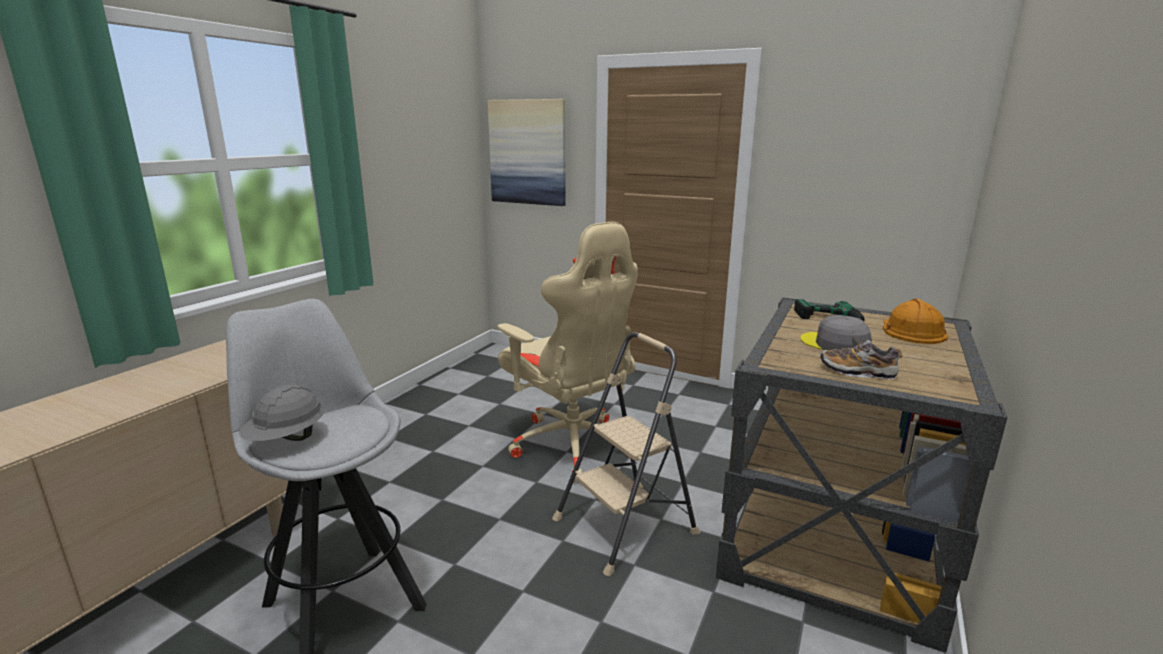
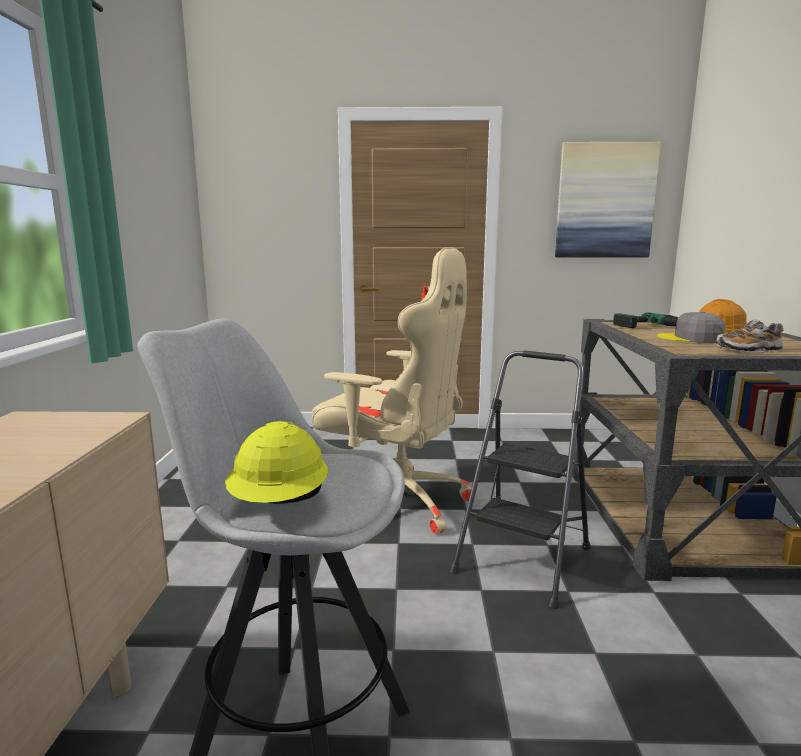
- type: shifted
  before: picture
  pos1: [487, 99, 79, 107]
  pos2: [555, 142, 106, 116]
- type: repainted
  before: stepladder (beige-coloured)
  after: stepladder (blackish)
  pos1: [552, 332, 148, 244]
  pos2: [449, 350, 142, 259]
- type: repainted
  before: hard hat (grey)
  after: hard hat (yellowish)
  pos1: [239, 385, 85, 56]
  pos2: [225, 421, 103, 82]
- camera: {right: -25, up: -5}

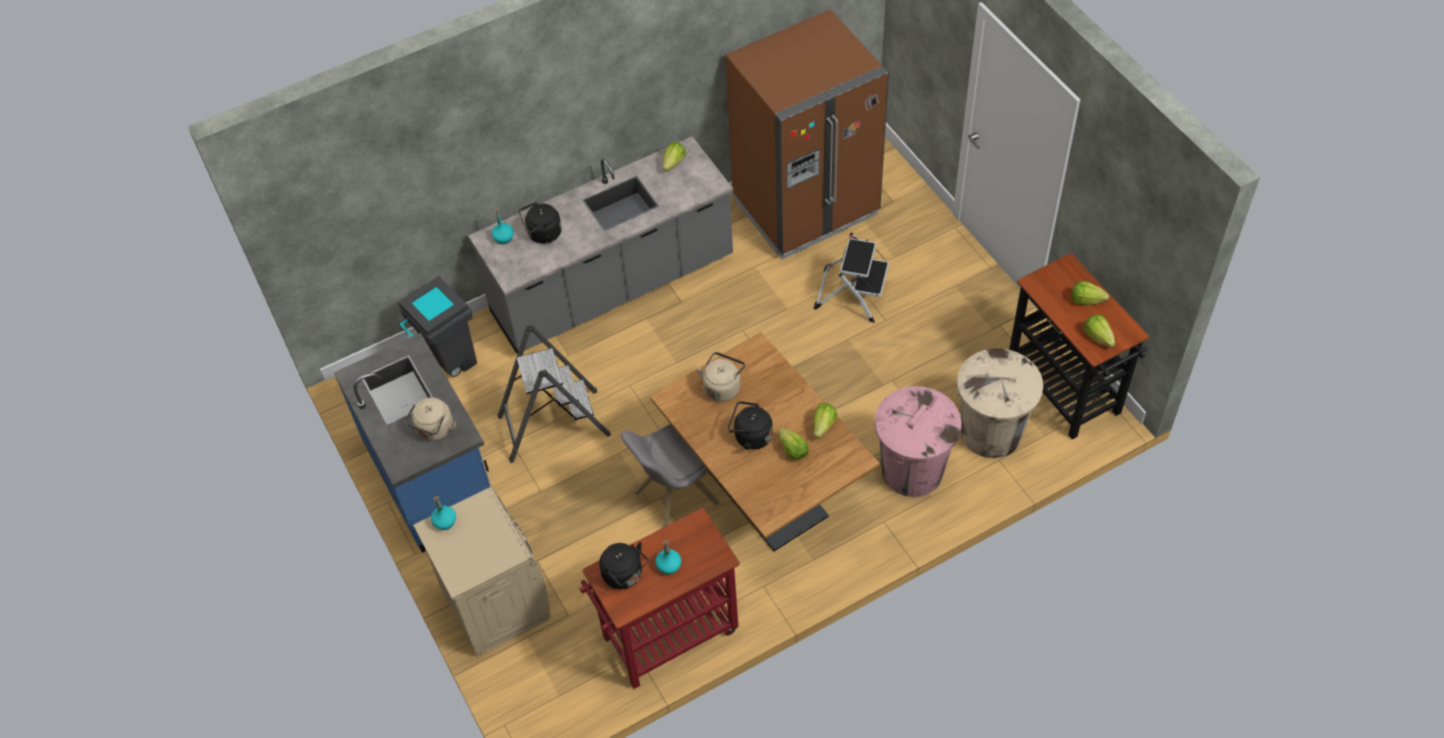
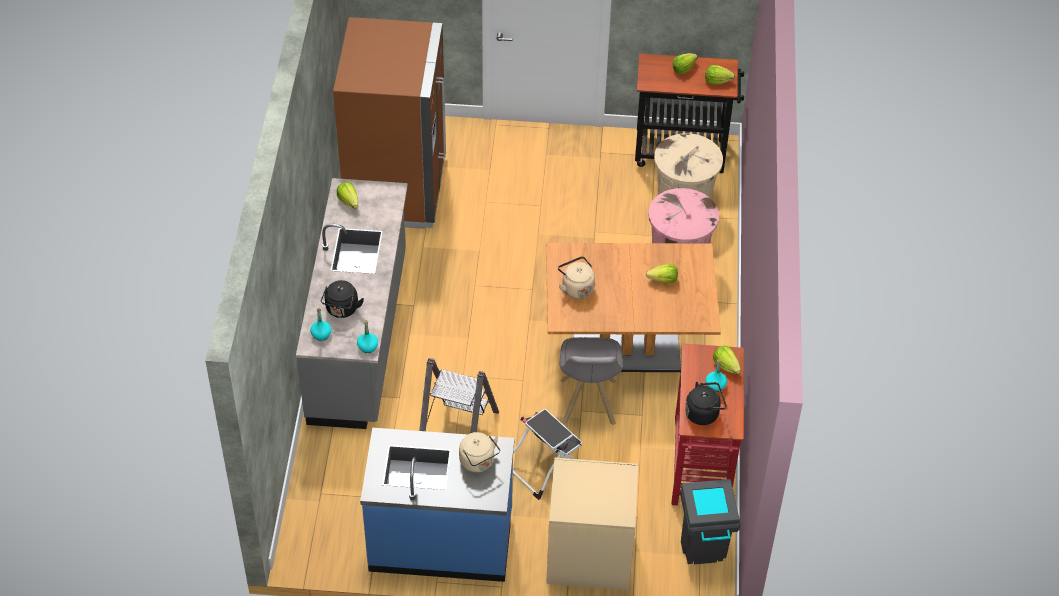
- type: shifted
  before: stepladder
  pos1: [814, 233, 75, 90]
  pos2: [513, 409, 69, 91]
- type: shifted
  before: rubbish bin (grey)
  pos1: [399, 276, 78, 101]
  pos2: [680, 479, 61, 85]
- type: gone
  before: water kettle (blackish)
  pos1: [728, 401, 45, 49]
- type: shifted
  before: lettuce head
  pos1: [813, 403, 25, 36]
  pos2: [713, 346, 28, 28]
- type: shifted
  before: bottle (turquoise)
  pos1: [431, 496, 25, 34]
  pos2: [357, 320, 21, 33]
- camera: {right: -60, up: -5}

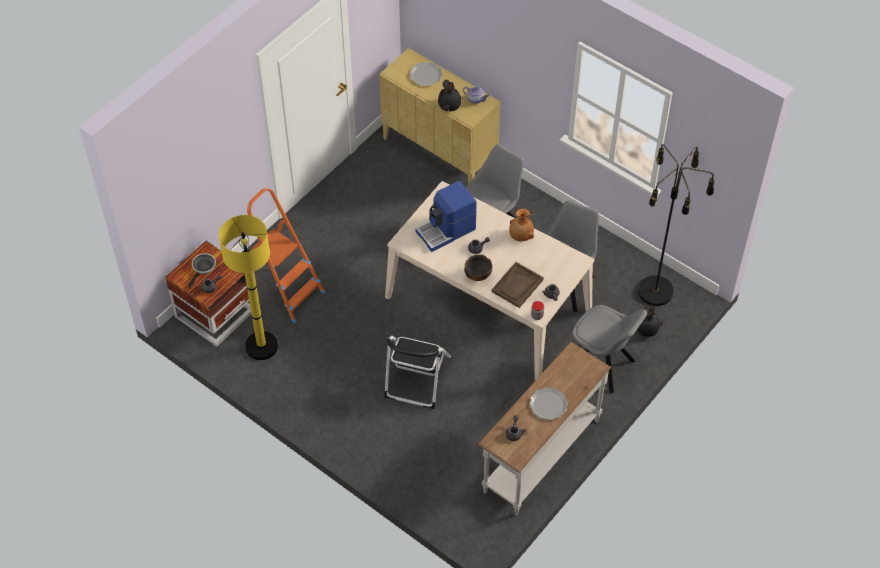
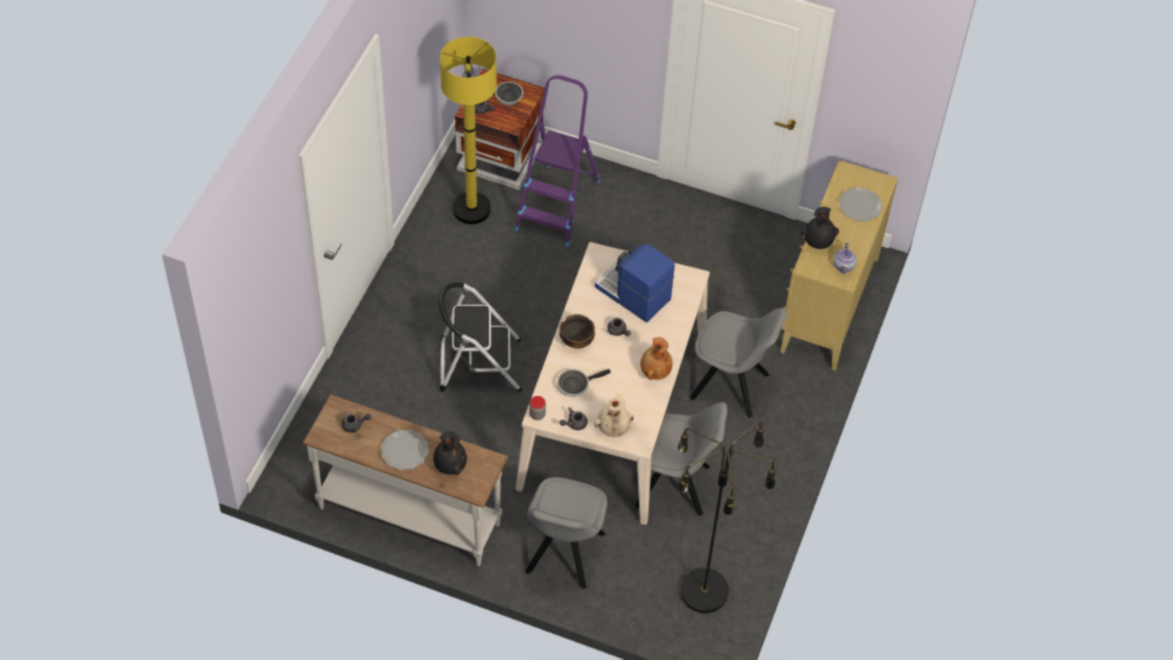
- type: repainted
  before: stepladder (orange)
  after: stepladder (purple)
  pos1: [247, 188, 79, 135]
  pos2: [515, 75, 86, 172]
- type: swapped
  before: tray (brown)
  after: pan
  pos1: [491, 262, 53, 46]
  pos2: [557, 369, 54, 28]
- type: shifted
  before: decorative vase (blackish)
  pos1: [637, 305, 26, 32]
  pos2: [433, 431, 34, 44]
- type: new
  after: decorative vase (beige-coloured)
  pos2: [594, 395, 40, 42]
- camera: {right: 70, up: 0}

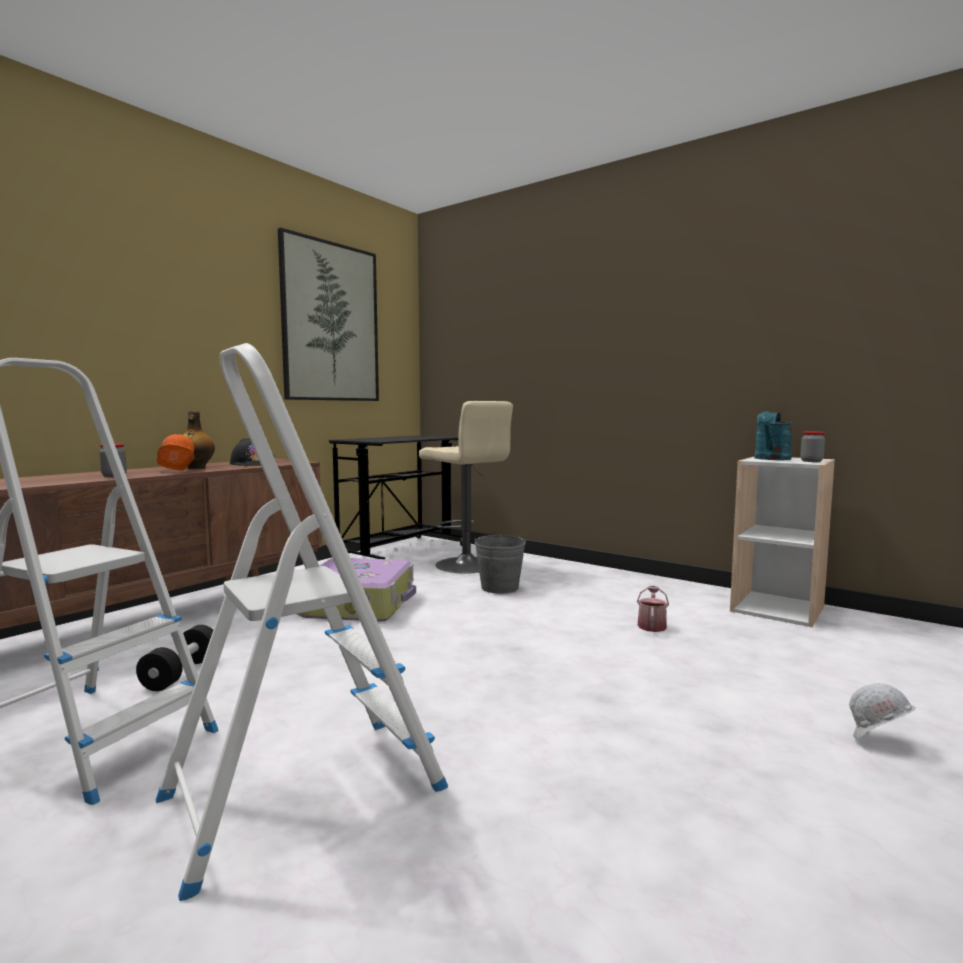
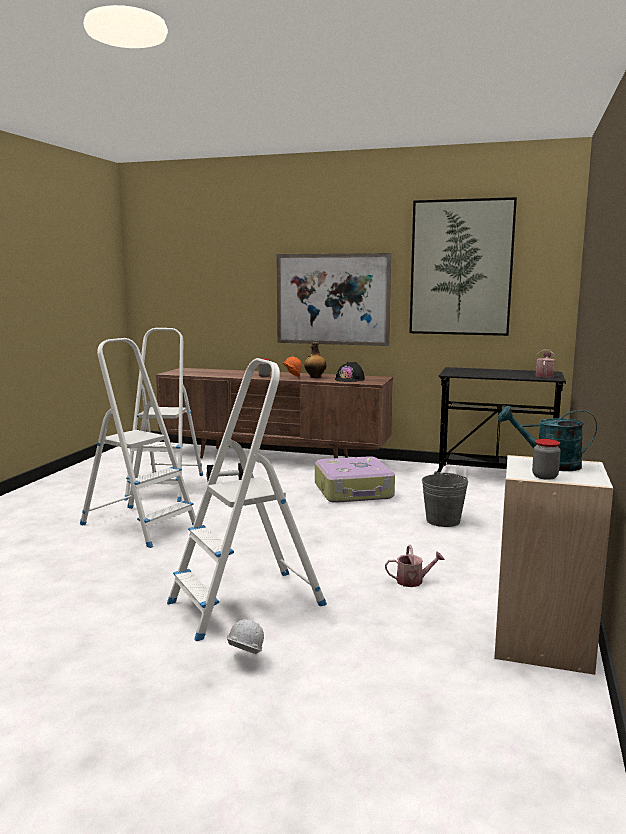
- type: gone
  before: sitting stool (beige-coloured)
  pos1: [419, 401, 94, 173]
- type: new
  after: picture
  pos2: [276, 253, 115, 93]
- type: new
  after: watering pot
  pos2: [535, 350, 21, 27]
- type: new
  after: stepladder (white)
  pos2: [167, 358, 160, 283]
- camera: {right: 70, up: 5}

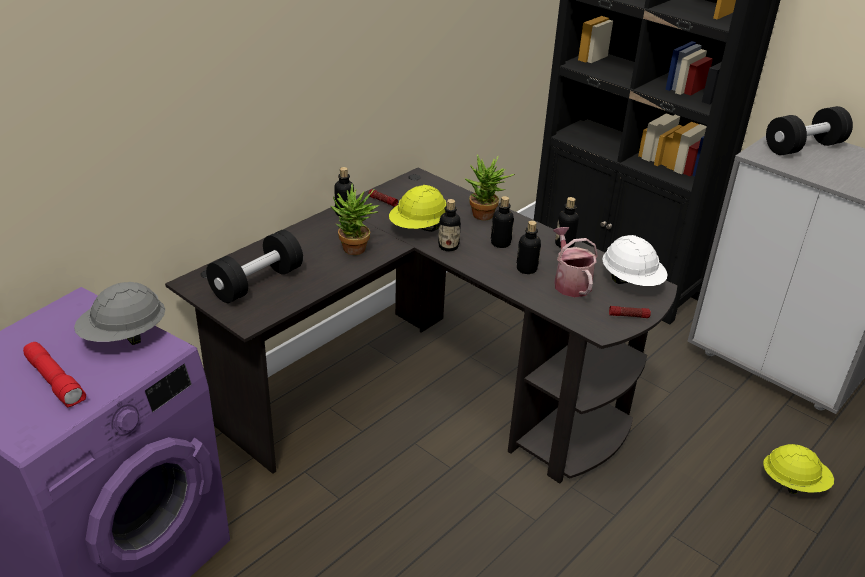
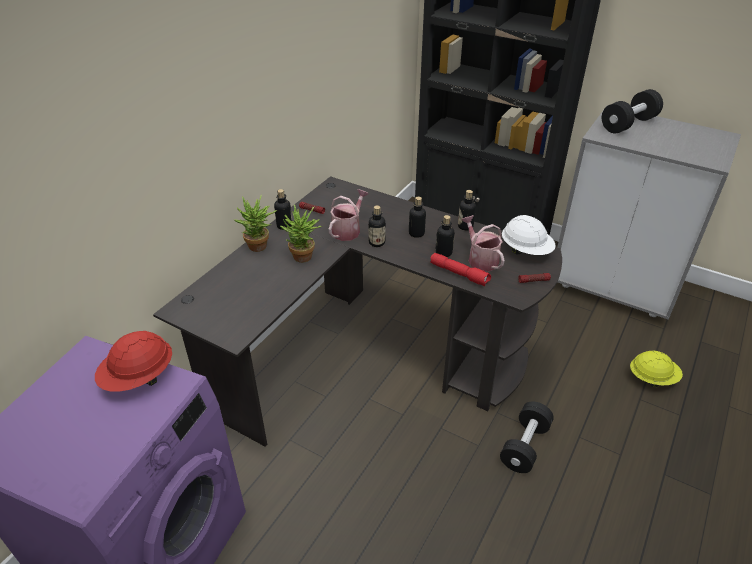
- type: shifted
  before: potted plant
  pos1: [464, 154, 51, 66]
  pos2: [234, 195, 44, 57]
- type: swapped
  before: hard hat (yellowish)
  after: watering pot
  pos1: [389, 185, 58, 47]
  pos2: [328, 189, 41, 52]
- type: shifted
  before: hand weight (blackish)
  pos1: [206, 230, 97, 73]
  pos2: [500, 401, 54, 72]
- type: repainted
  before: hard hat (grey)
  after: hard hat (reddish)
  pos1: [74, 282, 91, 63]
  pos2: [95, 331, 77, 61]
- type: shifted
  before: hand torch (reddish)
  pos1: [23, 342, 63, 66]
  pos2: [430, 253, 61, 33]
- camera: {right: -10, up: 5}

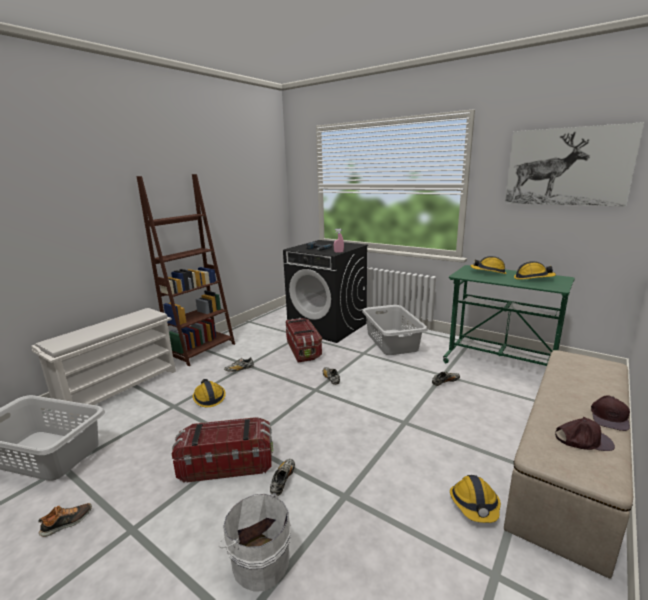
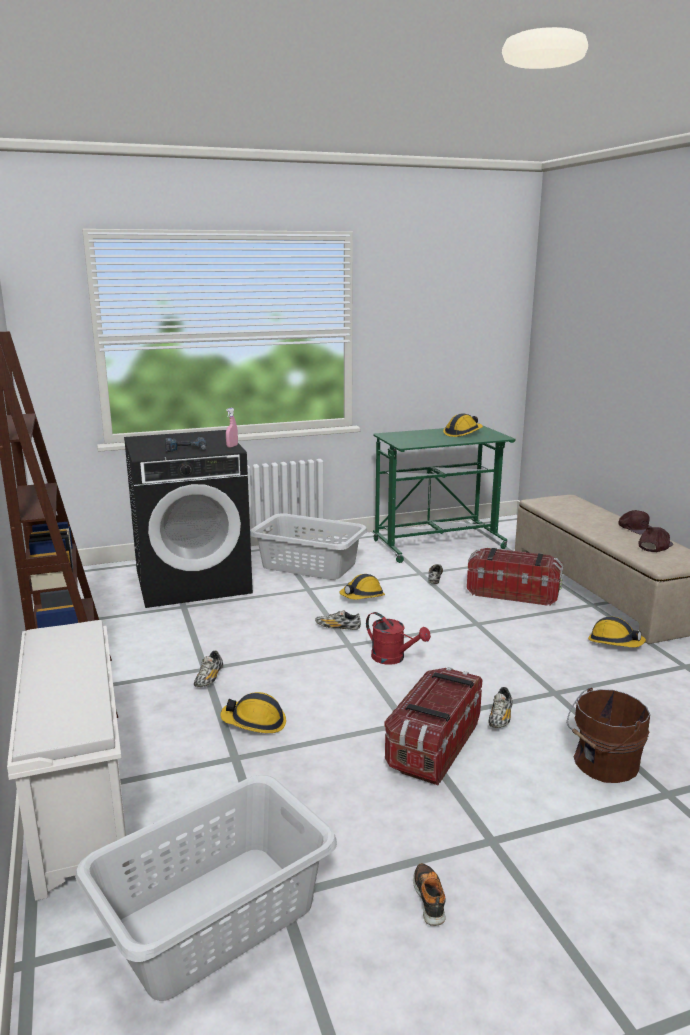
- type: gone
  before: picture
  pos1: [505, 122, 139, 85]
- type: shifted
  before: hard hat
  pos1: [470, 256, 36, 18]
  pos2: [339, 574, 46, 26]
- type: shifted
  before: storage container
  pos1: [286, 318, 36, 45]
  pos2: [467, 548, 96, 58]
- type: rotated
  before: shoe
  pos1: [270, 459, 25, 37]
  pos2: [488, 687, 25, 41]
  turn: -120
- type: repainted
  before: pail (white)
  after: pail (brown)
  pos1: [218, 493, 73, 99]
  pos2: [567, 687, 83, 96]
- type: new
  after: watering pot (reddish)
  pos2: [366, 612, 65, 53]
- camera: {right: -55, up: 0}

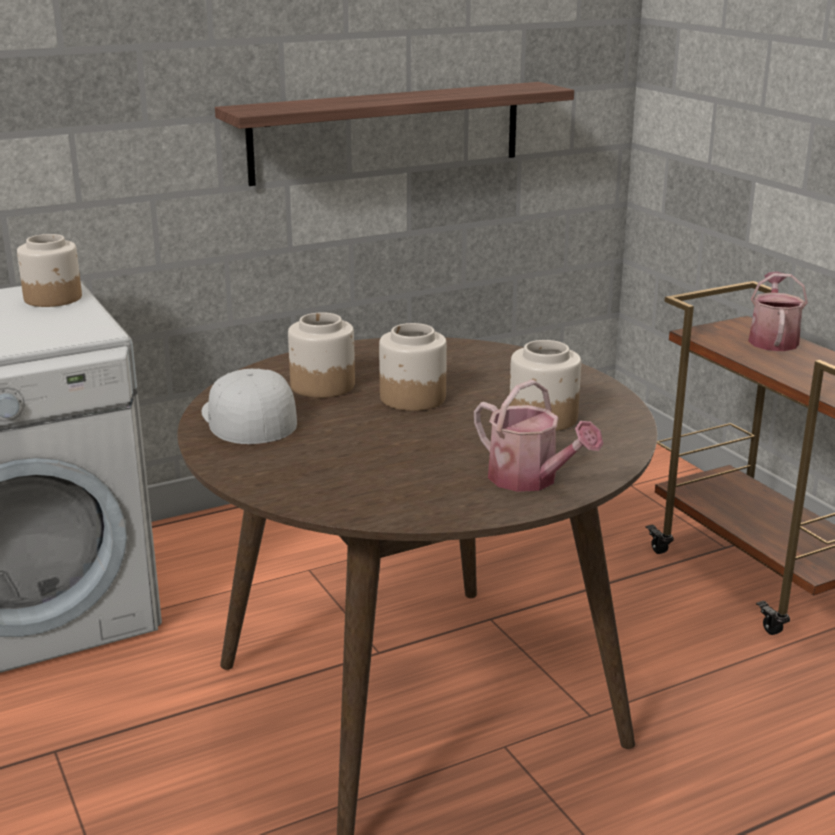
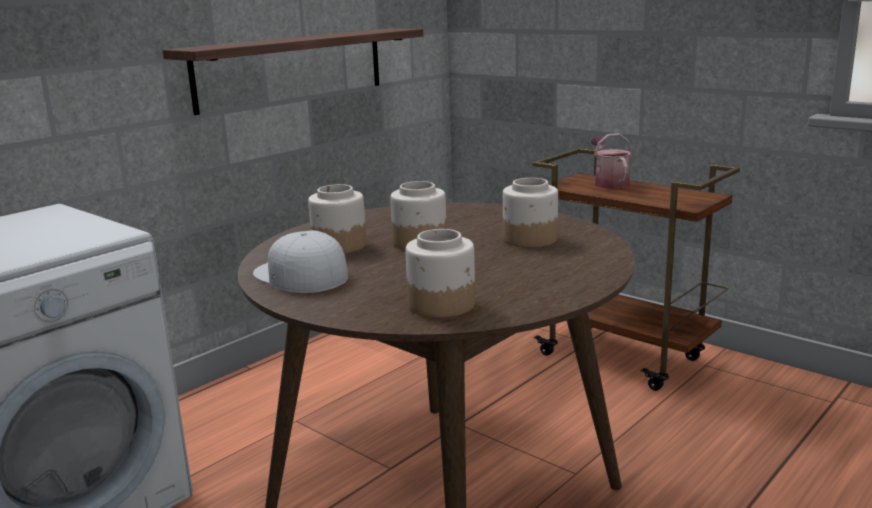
- type: shifted
  before: jar
  pos1: [17, 234, 65, 73]
  pos2: [406, 229, 69, 89]
- type: gone
  before: watering pot
  pos1: [474, 380, 130, 112]
- camera: {right: -20, up: -5}

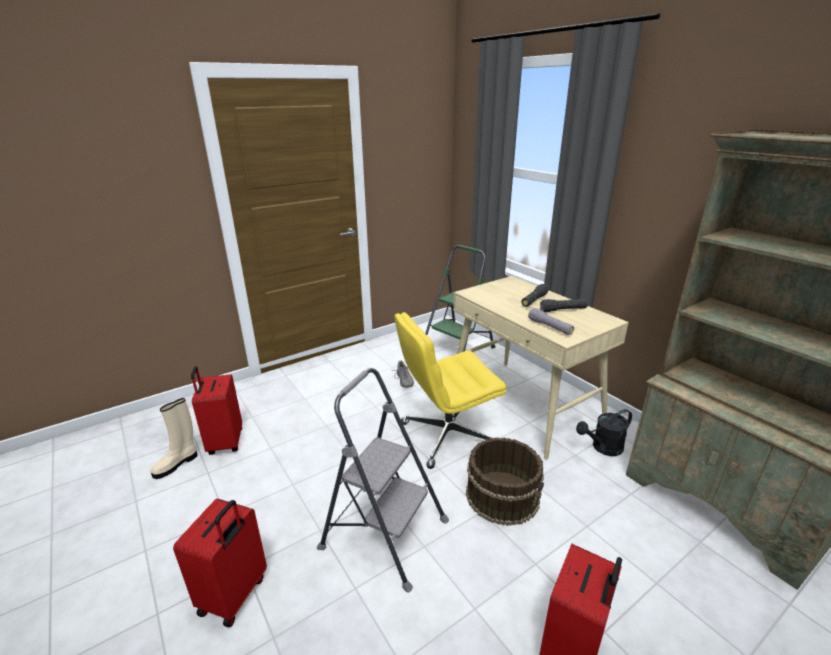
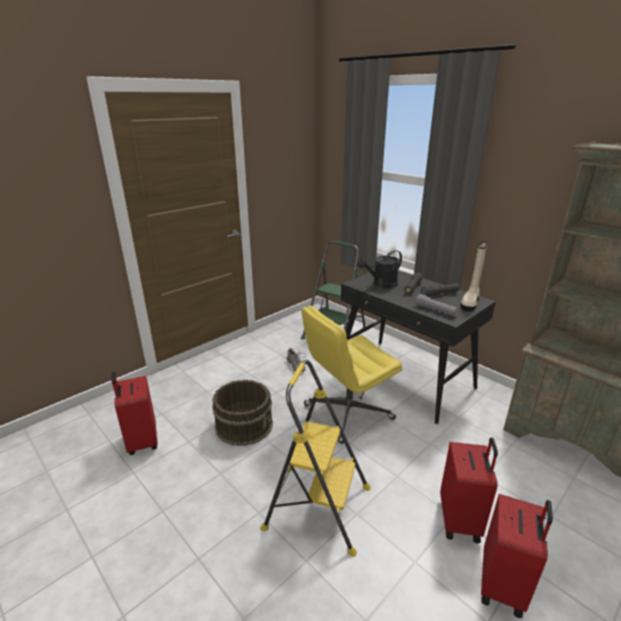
- type: repainted
  before: desk table (beige-coloured)
  after: desk table (blackish)
  pos1: [453, 276, 176, 184]
  pos2: [341, 270, 155, 154]
- type: repainted
  before: stepladder (grey)
  after: stepladder (yellowish)
  pos1: [317, 368, 132, 224]
  pos2: [260, 360, 111, 197]
- type: shifted
  before: boot (beige-coloured)
  pos1: [150, 398, 47, 81]
  pos2: [460, 241, 28, 71]
- type: shifted
  before: watering pot (blackish)
  pos1: [576, 409, 56, 47]
  pos2: [358, 250, 44, 38]
- type: shifted
  before: pail (brown)
  pos1: [466, 437, 78, 89]
  pos2: [212, 380, 61, 66]
- type: shifted
  before: suitcase (reddish)
  pos1: [173, 498, 94, 129]
  pos2: [440, 438, 58, 105]
- camera: {right: -10, up: 0}

